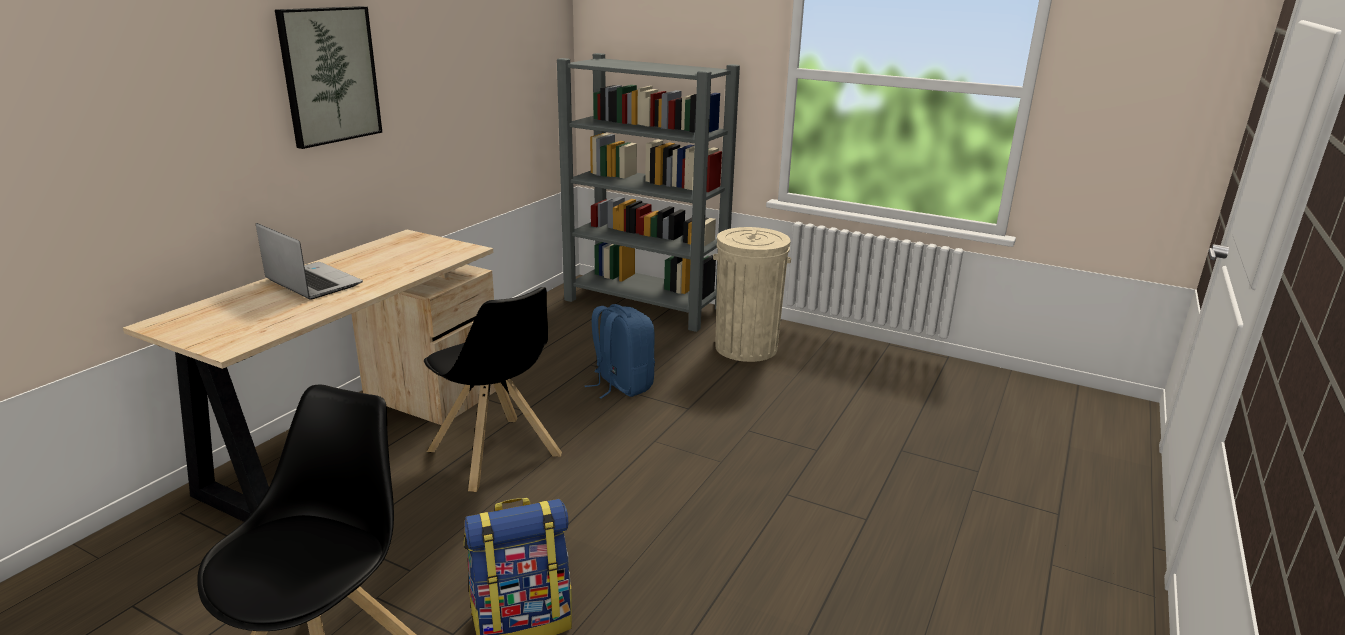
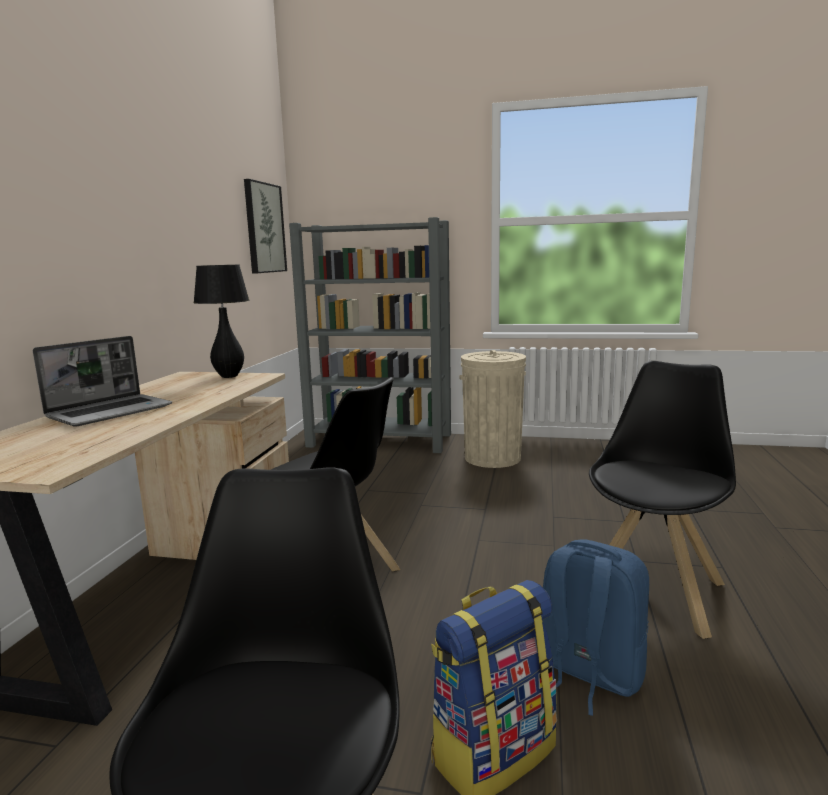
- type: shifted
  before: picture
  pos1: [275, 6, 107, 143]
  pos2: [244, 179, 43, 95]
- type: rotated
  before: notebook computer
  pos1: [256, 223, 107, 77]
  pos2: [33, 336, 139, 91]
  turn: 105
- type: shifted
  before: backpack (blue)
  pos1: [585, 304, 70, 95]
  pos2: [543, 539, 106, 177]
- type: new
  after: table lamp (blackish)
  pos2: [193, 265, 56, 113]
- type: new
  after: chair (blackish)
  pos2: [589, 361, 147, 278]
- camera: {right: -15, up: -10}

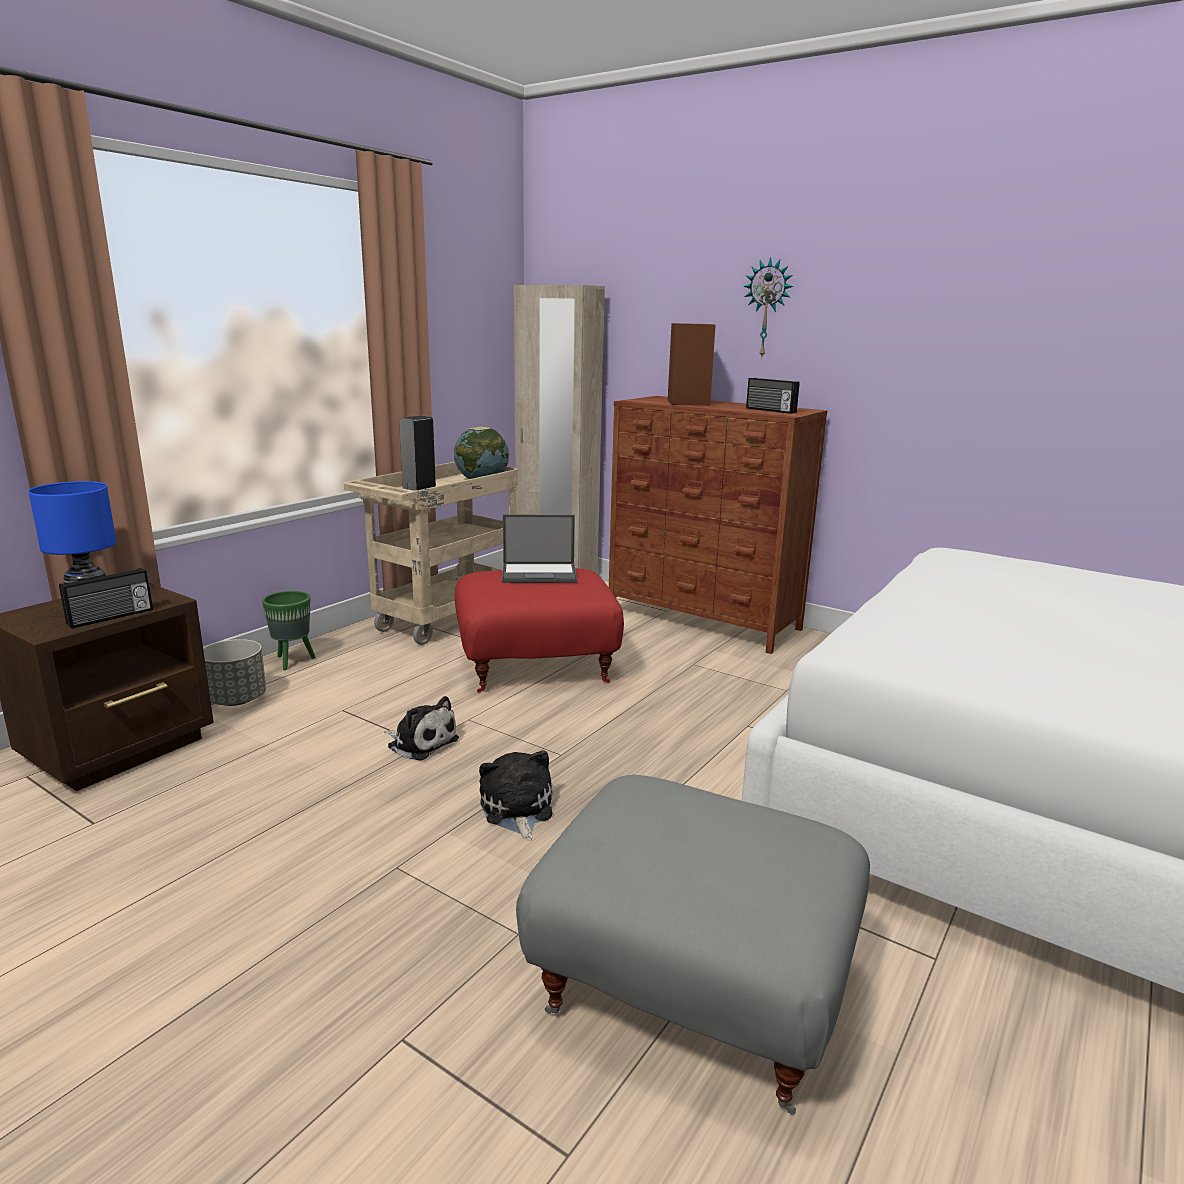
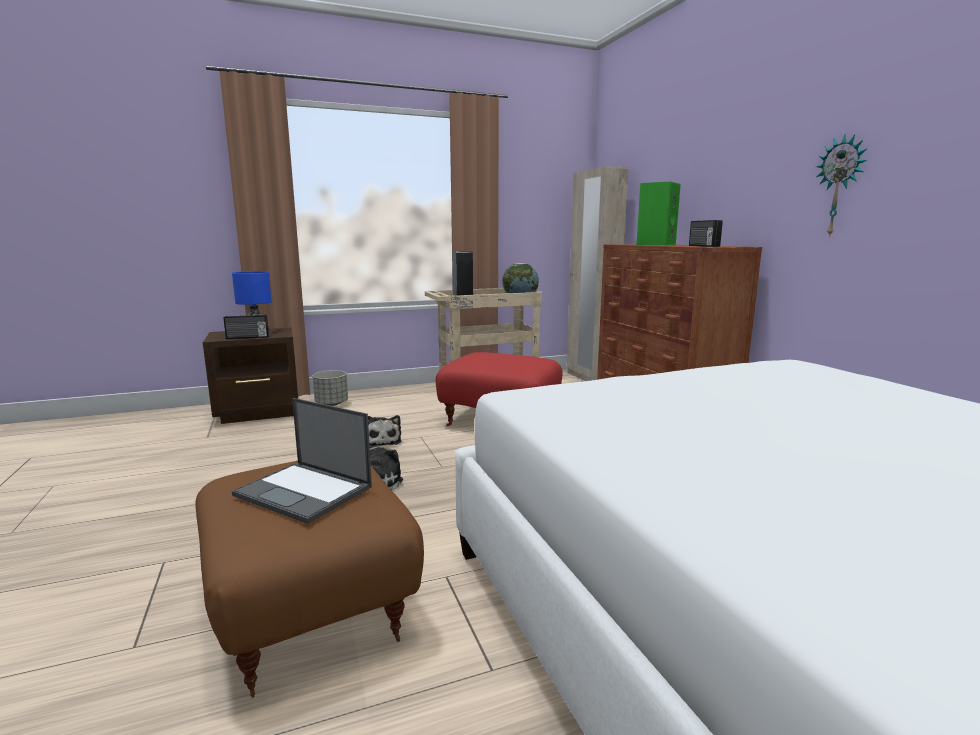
- type: shifted
  before: wall clock
  pos1: [743, 257, 51, 102]
  pos2: [816, 134, 51, 103]
- type: repainted
  before: loudspeaker (brown)
  after: loudspeaker (greenish)
  pos1: [668, 323, 47, 83]
  pos2: [637, 182, 44, 63]
- type: shifted
  before: notebook computer
  pos1: [502, 515, 75, 68]
  pos2: [232, 398, 140, 126]
- type: gone
  before: plant pot (greenish)
  pos1: [262, 591, 54, 79]
- type: repainted
  before: ottoman (grey)
  after: ottoman (brown)
  pos1: [516, 775, 354, 340]
  pos2: [195, 461, 229, 237]
- camera: {right: 35, up: -5}

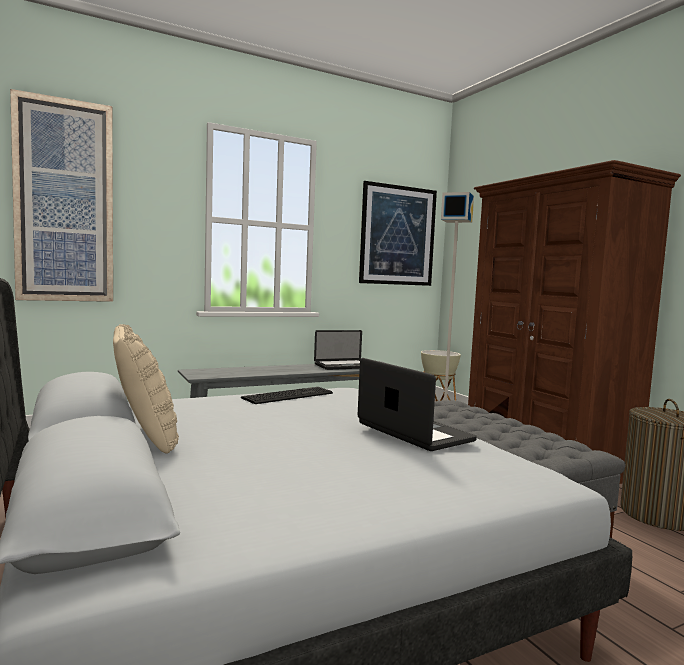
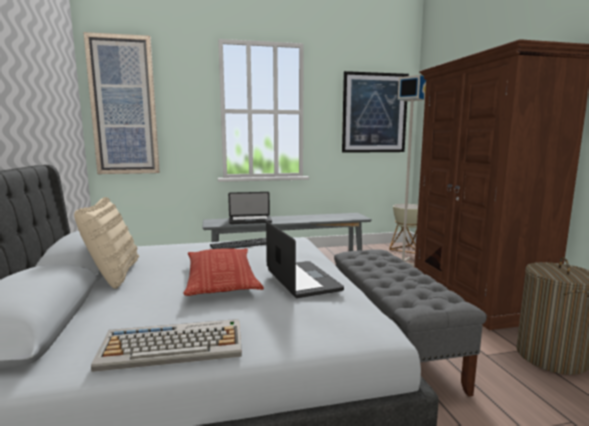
- type: shifted
  before: notebook computer
  pos1: [314, 330, 48, 40]
  pos2: [228, 192, 44, 32]
- type: new
  after: throw pillow
  pos2: [183, 248, 81, 48]
- type: new
  after: PC keyboard
  pos2: [91, 319, 151, 53]
- camera: {right: 15, up: 5}

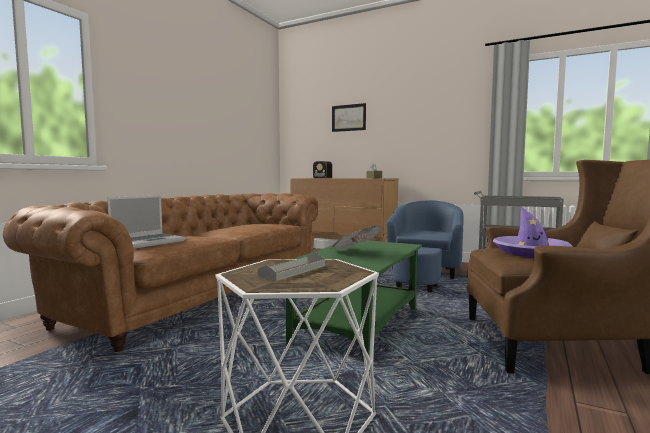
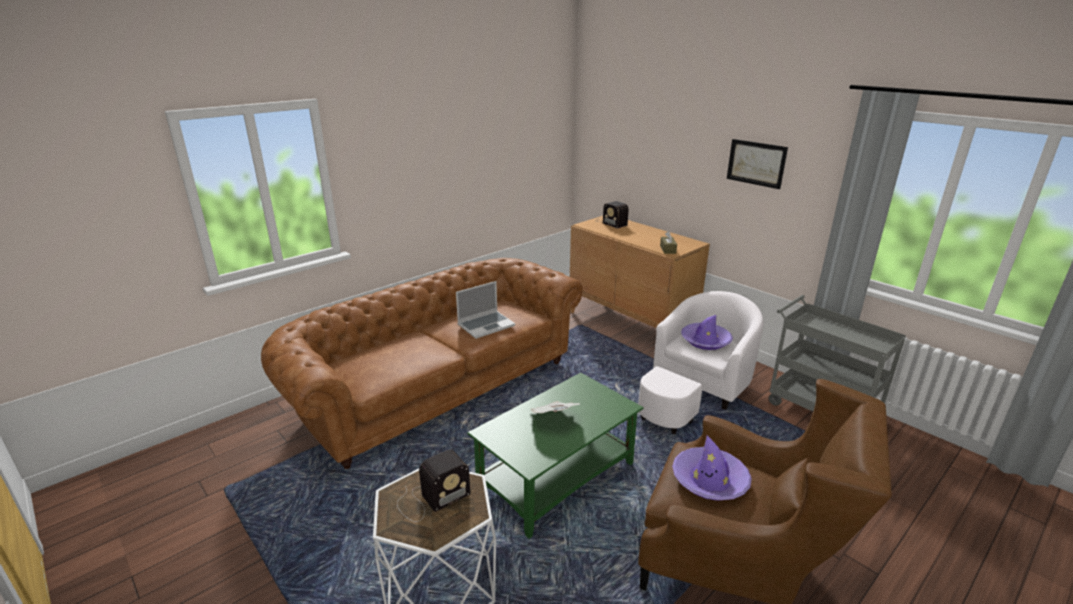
- type: shifted
  before: picture
  pos1: [332, 103, 34, 29]
  pos2: [727, 139, 61, 50]
- type: shifted
  before: notebook computer
  pos1: [107, 195, 79, 53]
  pos2: [456, 281, 59, 58]
- type: repainted
  before: easy chair (blue)
  after: easy chair (white)
  pos1: [386, 200, 78, 92]
  pos2: [638, 291, 126, 143]
- type: swapped
  before: tray (grey)
  after: radio set
  pos1: [257, 252, 68, 29]
  pos2: [397, 450, 74, 72]
- type: new
  after: clothing hat (purple)
  pos2: [681, 315, 52, 35]
- camera: {right: 20, up: 20}

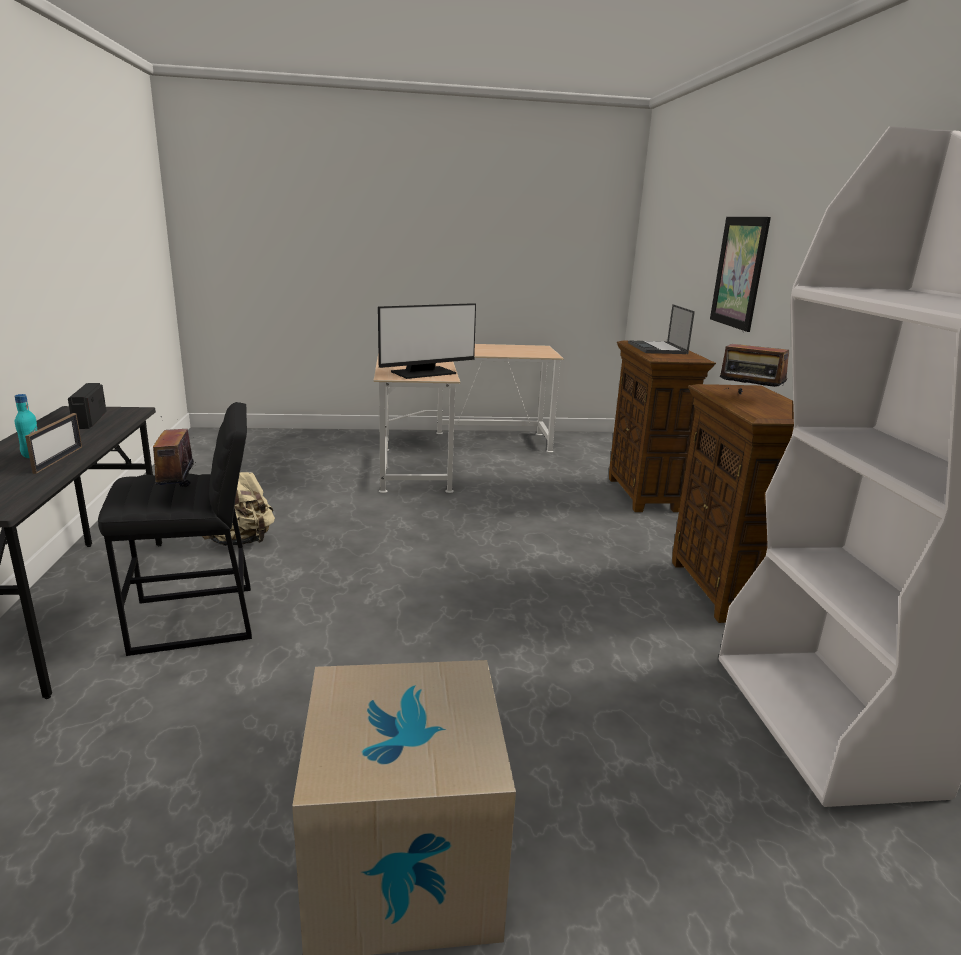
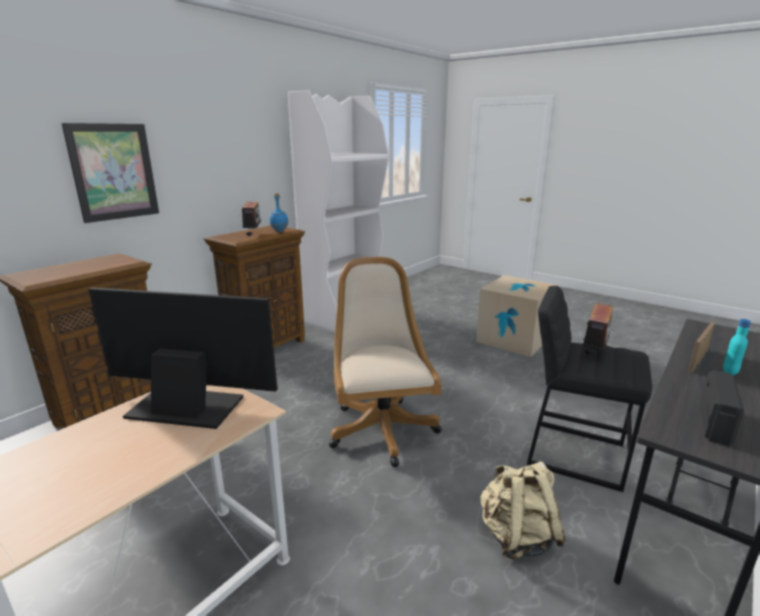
- type: gone
  before: notebook computer
  pos1: [628, 304, 67, 50]
- type: new
  after: bottle (blue)
  pos2: [269, 193, 20, 39]
- type: new
  after: desk chair
  pos2: [329, 257, 113, 210]
- camera: {right: -135, up: 0}

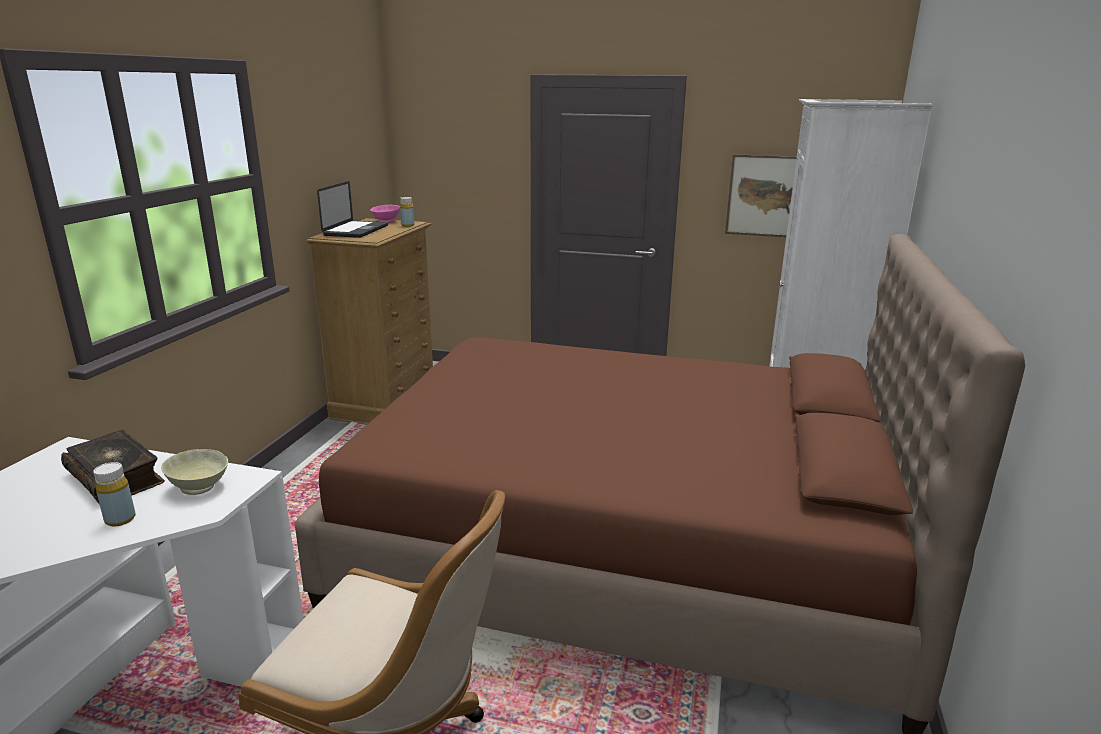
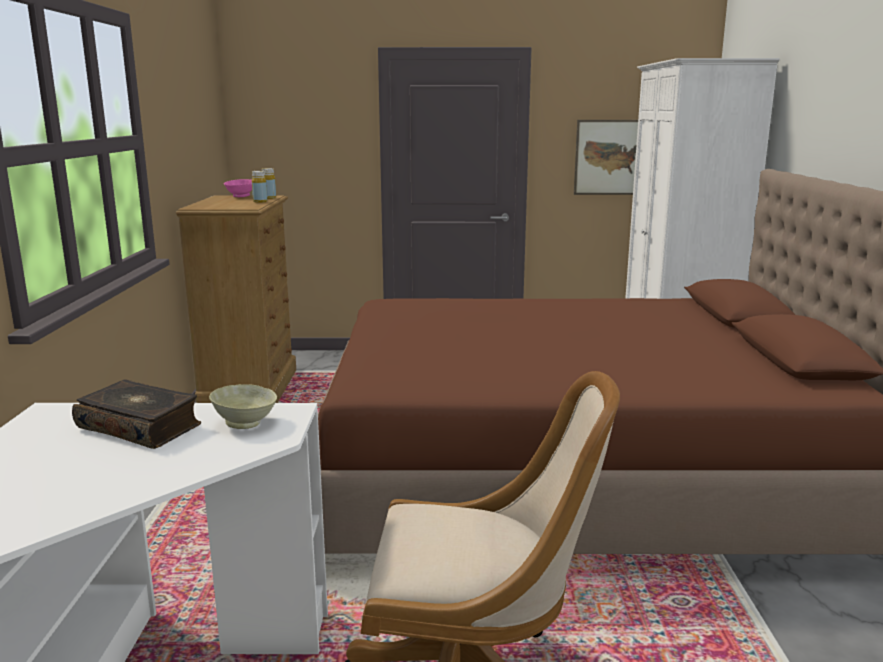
- type: gone
  before: notebook computer
  pos1: [317, 181, 71, 57]
- type: shifted
  before: bottle (yellowish)
  pos1: [93, 462, 43, 65]
  pos2: [252, 171, 15, 32]
- camera: {right: -15, up: -5}

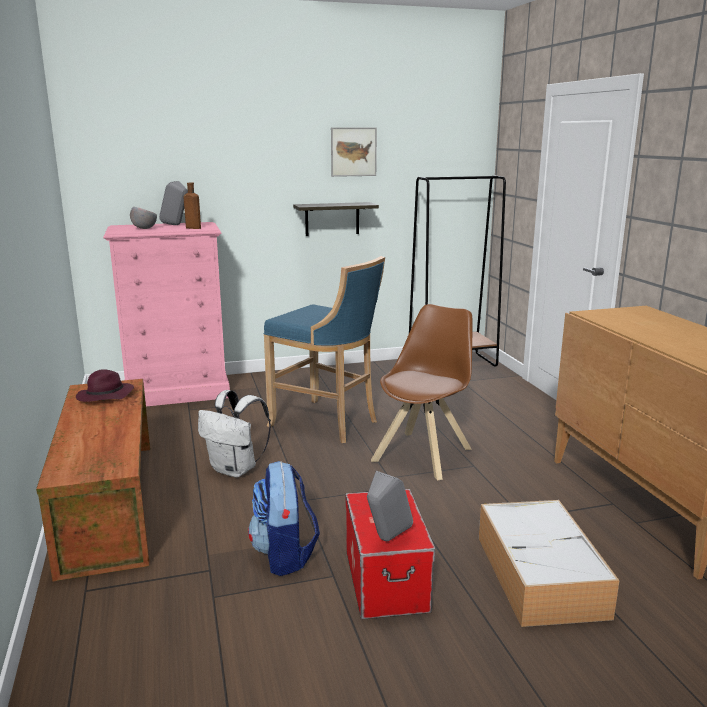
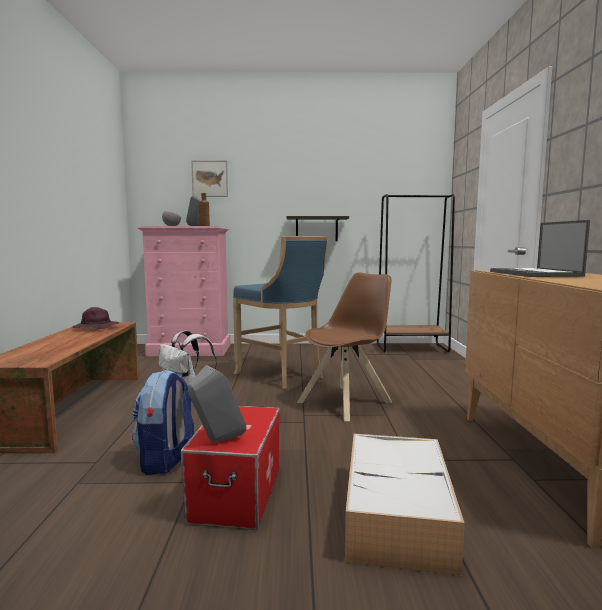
- type: shifted
  before: picture
  pos1: [331, 127, 46, 50]
  pos2: [191, 160, 37, 37]
- type: new
  after: notebook computer
  pos2: [490, 220, 100, 57]
- camera: {right: 15, up: -10}

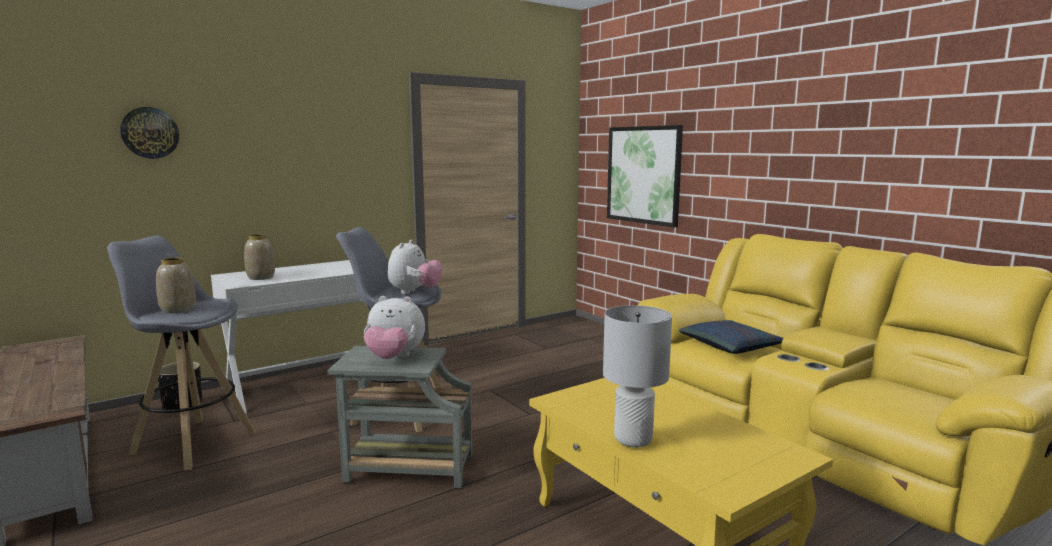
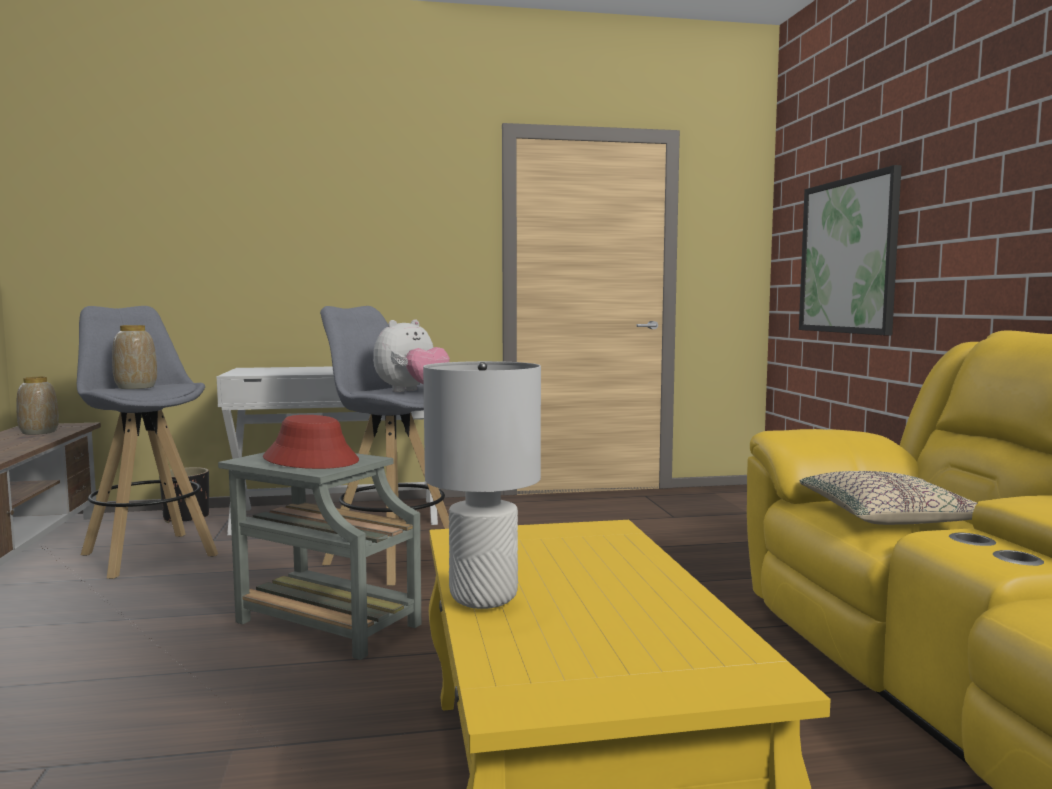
- type: gone
  before: wall clock
  pos1: [120, 107, 59, 52]
- type: shifted
  before: decorative vase
  pos1: [244, 234, 31, 46]
  pos2: [16, 377, 43, 58]
- type: swapped
  before: cuddly toy
  after: clothing hat (reddish)
  pos1: [364, 296, 61, 63]
  pos2: [263, 415, 96, 54]
- type: repainted
  before: throw pillow (blue)
  after: throw pillow (beige-coloured)
  pos1: [679, 320, 104, 34]
  pos2: [800, 471, 177, 54]
- camera: {right: 25, up: -5}

